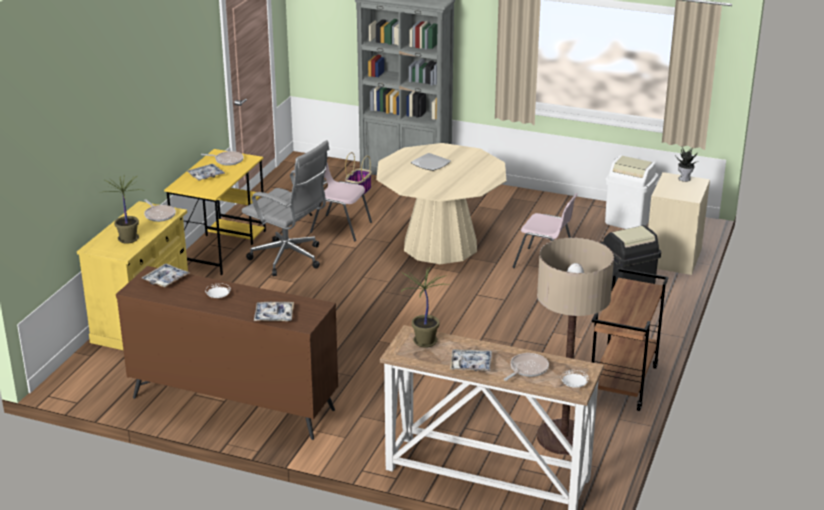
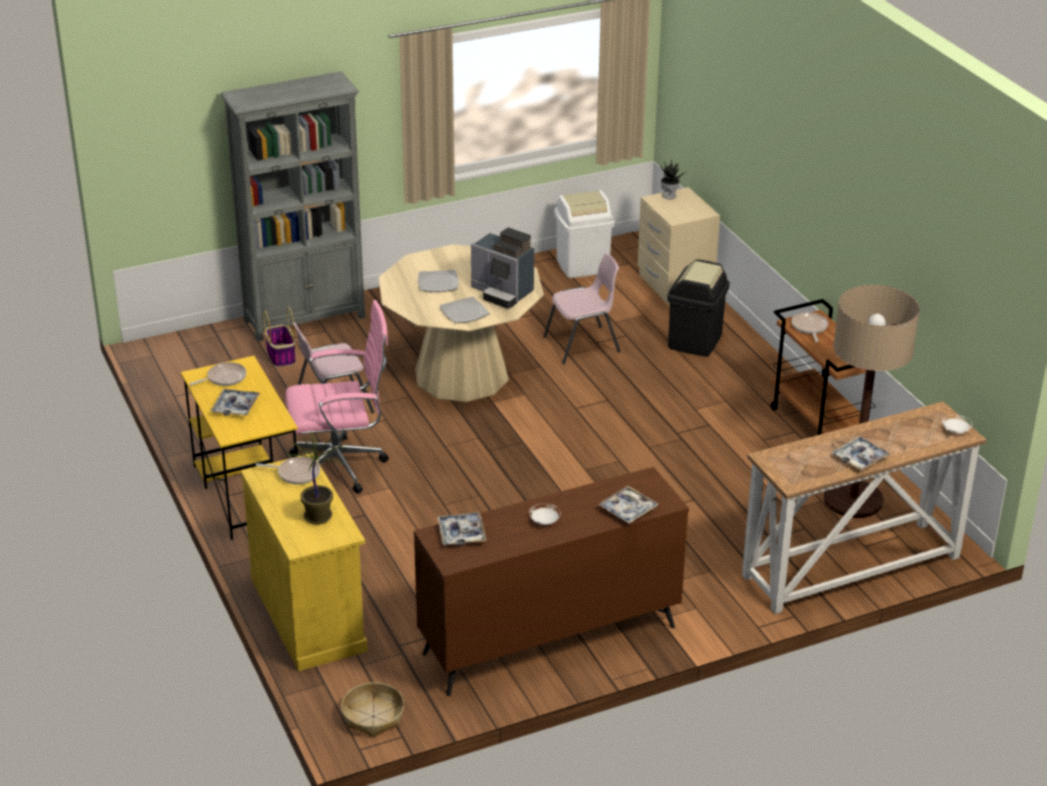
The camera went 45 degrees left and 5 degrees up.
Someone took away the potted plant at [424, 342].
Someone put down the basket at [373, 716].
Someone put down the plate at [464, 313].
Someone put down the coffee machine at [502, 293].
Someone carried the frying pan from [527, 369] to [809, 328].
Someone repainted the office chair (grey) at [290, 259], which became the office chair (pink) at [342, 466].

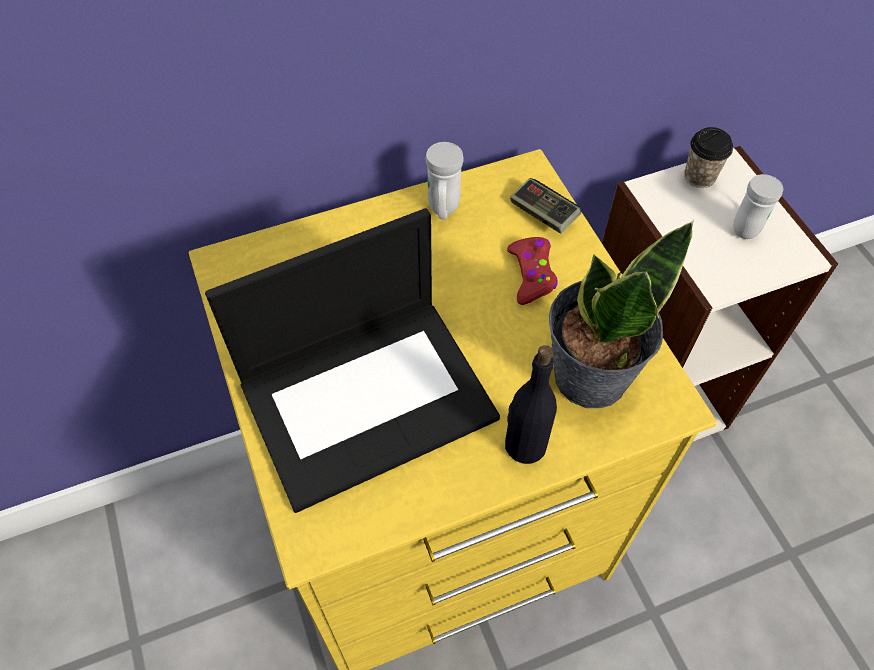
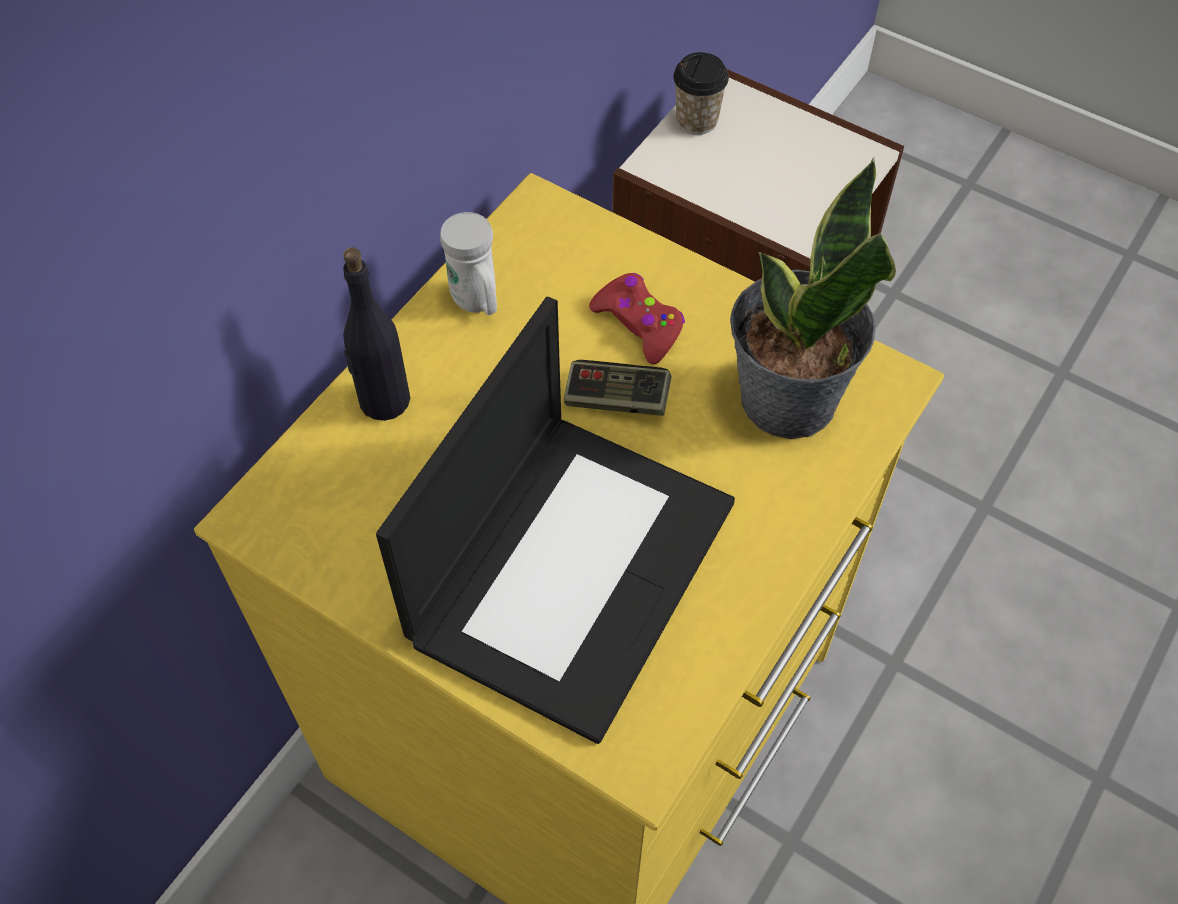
The camera went 35 degrees left and 0 degrees up.
Someone took away the mug (white) at [746, 225].
Someone carried the bottle (black) from [524, 445] to [383, 400].
Someone carried the game controller from [543, 214] to [617, 399].

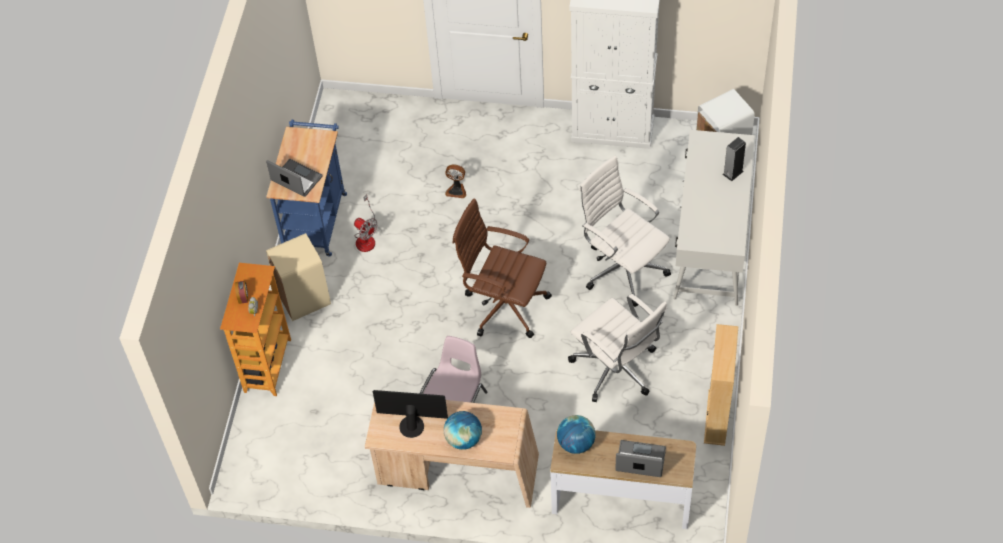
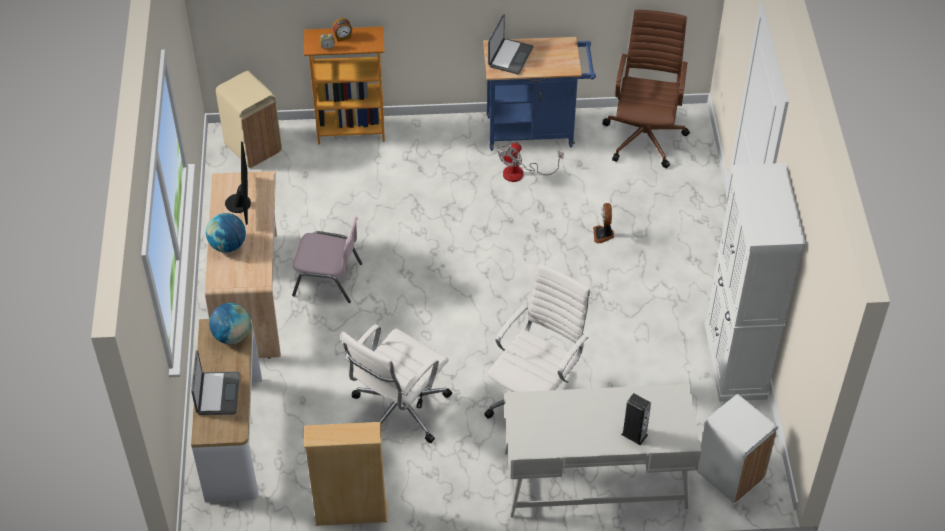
The camera went 75 degrees right and 5 degrees down.
Someone carried the trash can (beige) from [305, 300] to [253, 148].
Someone carried the office chair (brown) from [504, 305] to [645, 136].

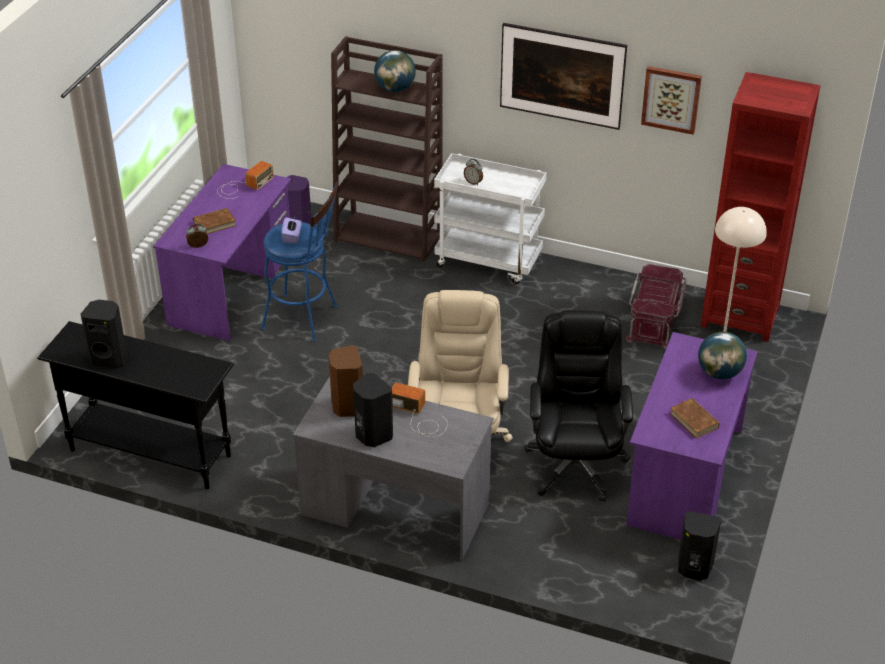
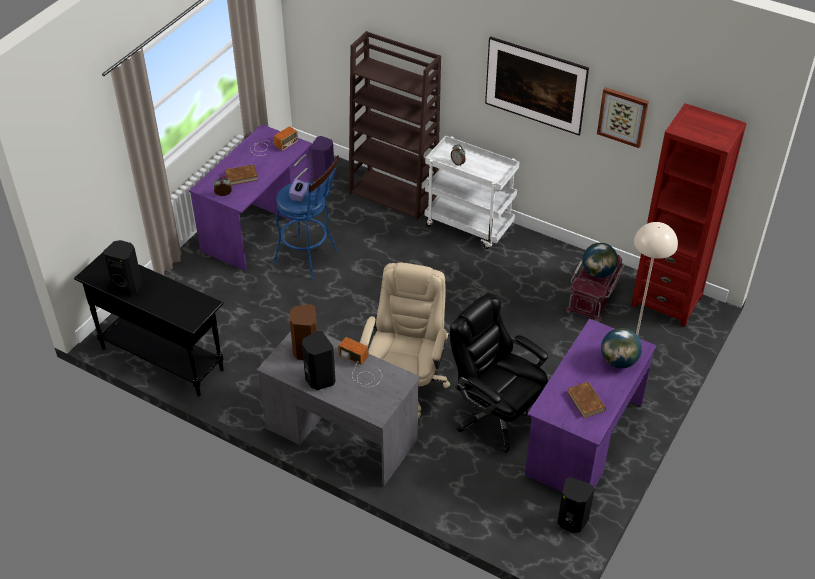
The camera went 10 degrees right and 5 degrees up.
Someone carried the globe from [395, 89] to [597, 272].
Someone rotated the office chair (black) at [575, 464] by 60 degrees counterclockwise.

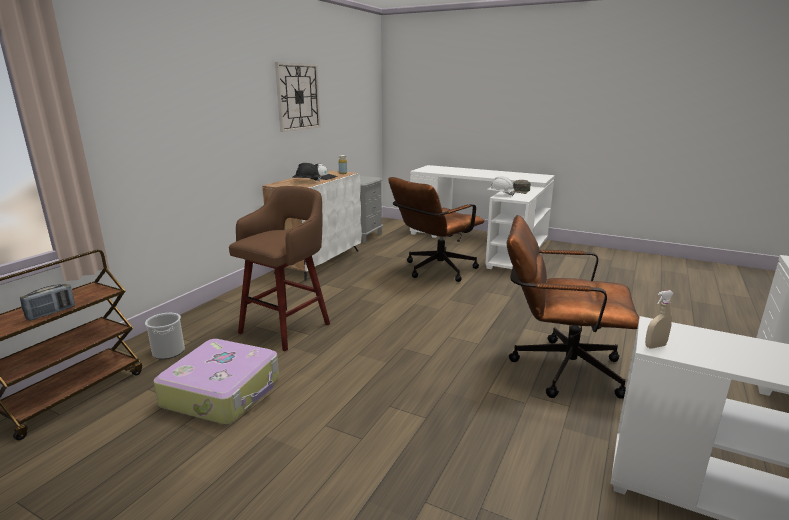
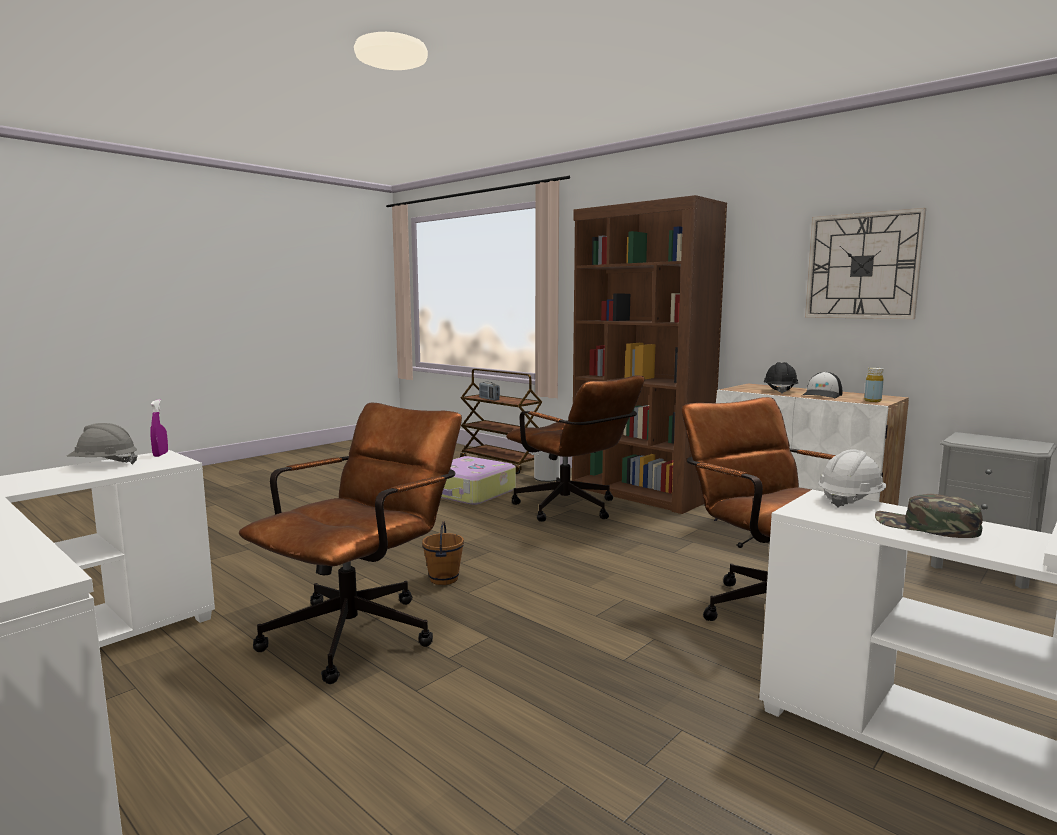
The camera went 105 degrees right and 10 degrees down.
Someone put down the hard hat (grey) at [104, 464].
Someone put down the bucket (brown) at [444, 579].
Someone put down the bookcase (brown) at [639, 493].
Someone swapped the stool (brown) at [287, 327] for the office chair (brown) at [572, 510].
Someone repainted the spray bottle (beige) at [655, 346], which became the spray bottle (purple) at [160, 454].

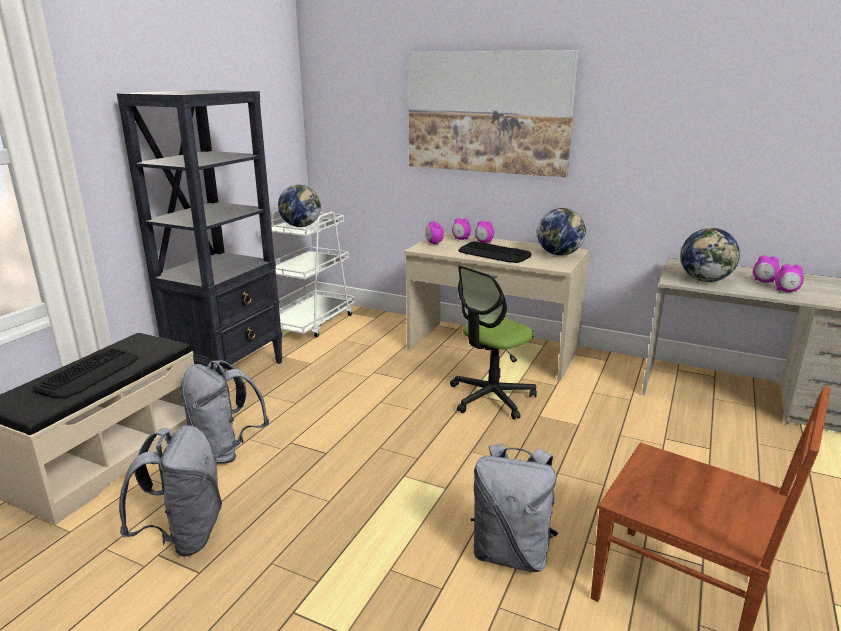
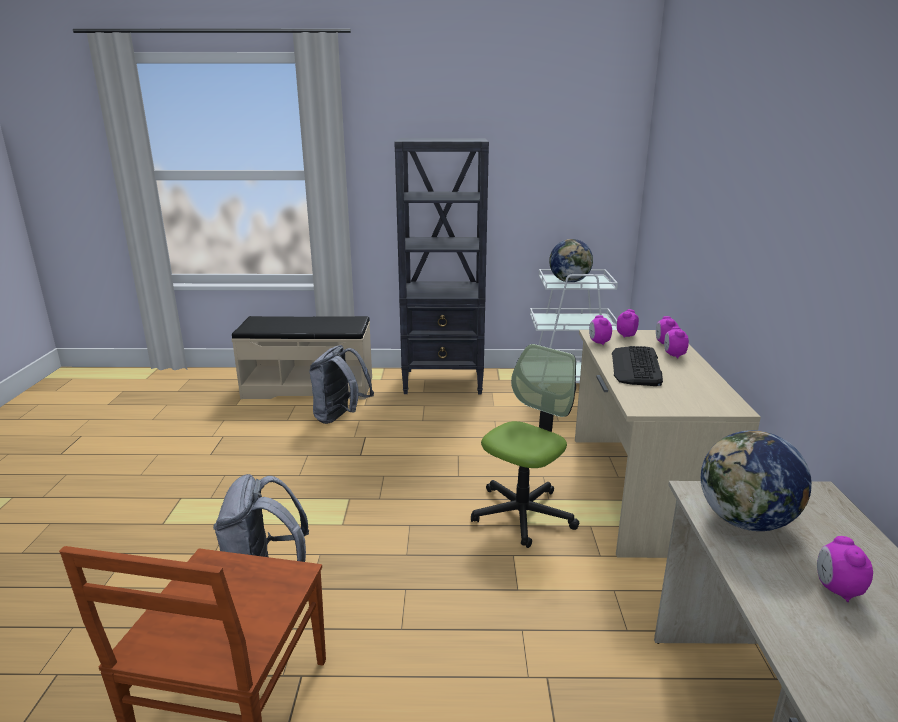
The camera went 65 degrees right and 0 degrees up.
Someone took away the keyboard at [89, 374].
Someone took away the backpack (grey) at [184, 535].
Someone took away the picture at [487, 112].
Someone took away the globe at [559, 254].
Someone carried the alarm clock from [786, 291] to [598, 342].
Someone rotated the office chair at [491, 397] by 105 degrees clockwise.

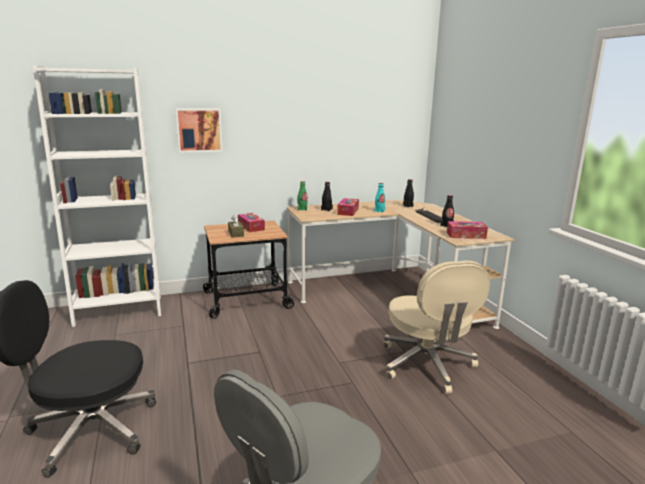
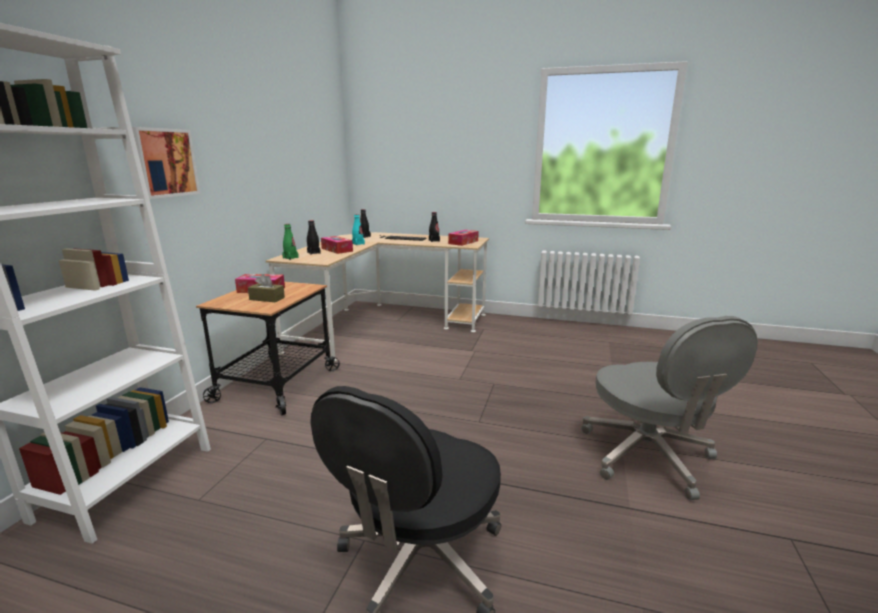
The camera went 55 degrees left and 0 degrees up.
Someone took away the office chair (beige) at [427, 365].

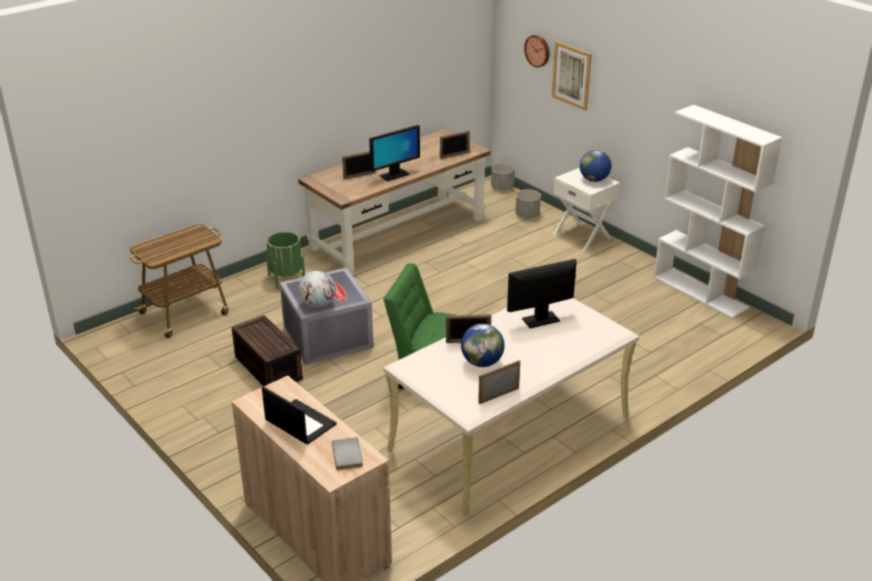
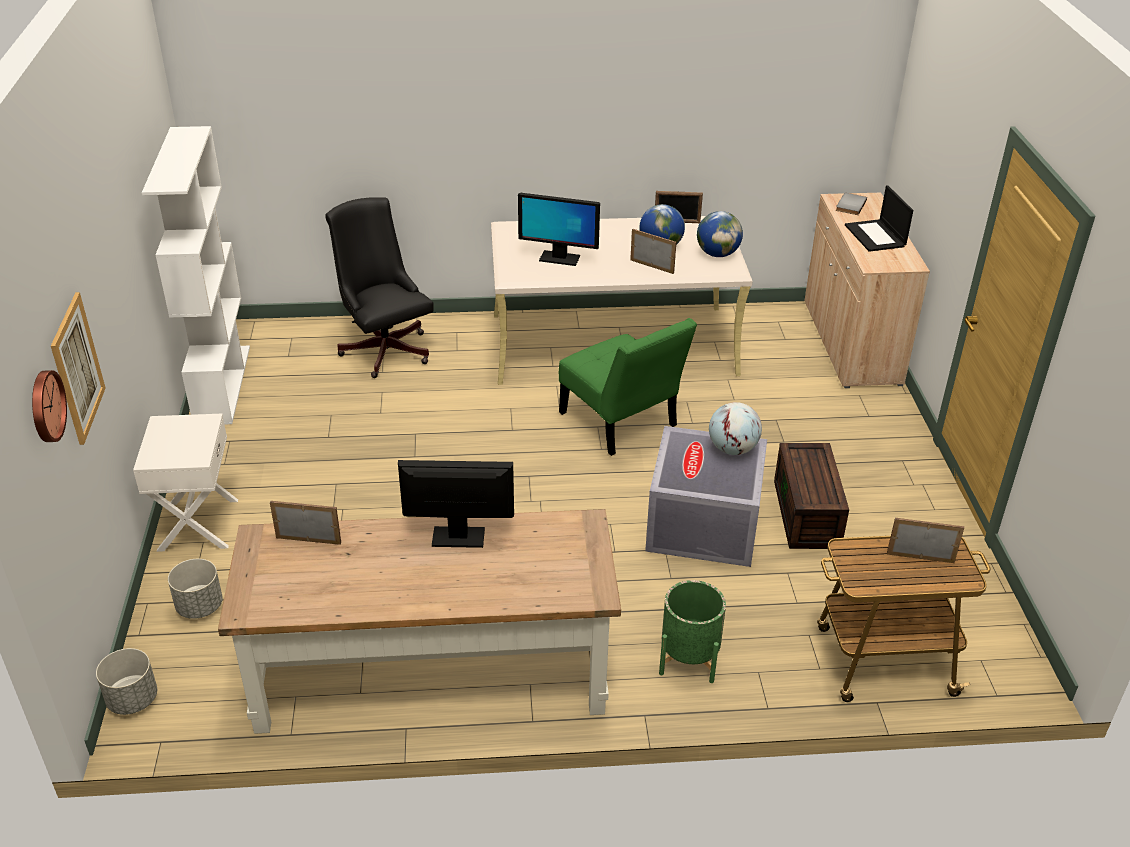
The camera went 145 degrees left and 5 degrees up.
Someone put down the office chair (black) at [384, 348].
Someone carried the picture frame from [359, 176] to [920, 557].
Someone carried the globe from [594, 180] to [717, 254].

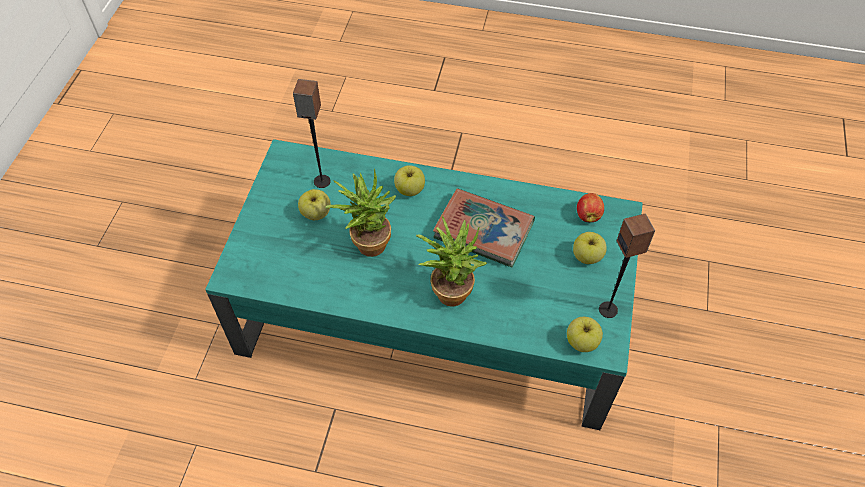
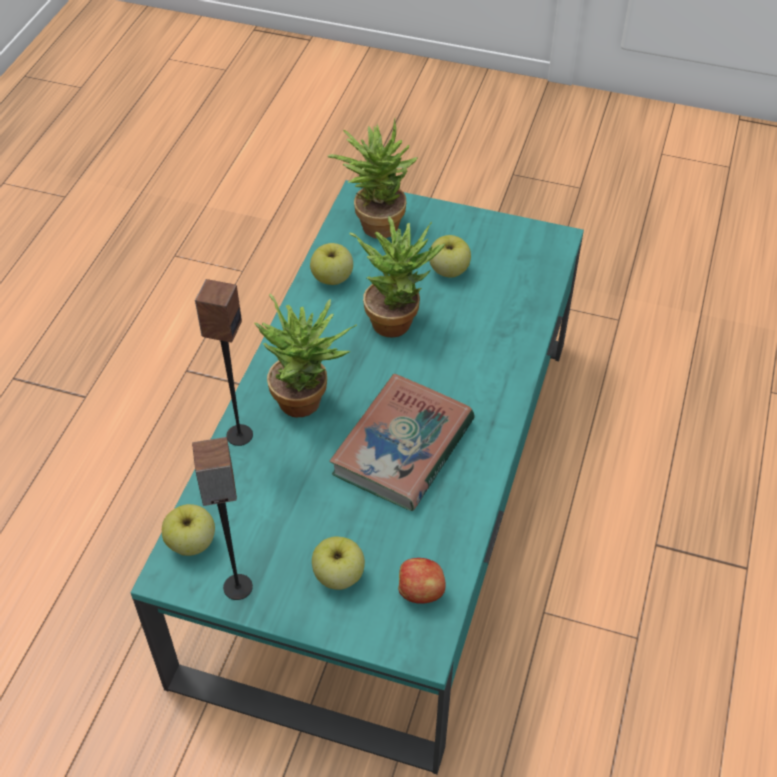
The camera went 95 degrees right and 5 degrees down.
Someone put down the potted plant at [375, 222].
Someone carried the speaker from [322, 181] to [239, 435].
Someone carried the apple from [410, 189] to [332, 278].

